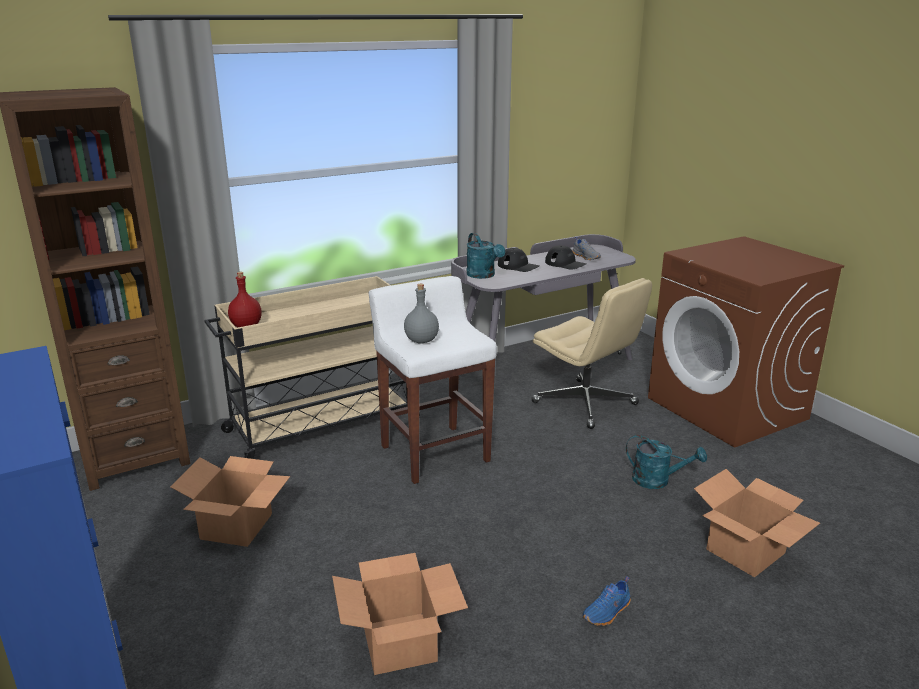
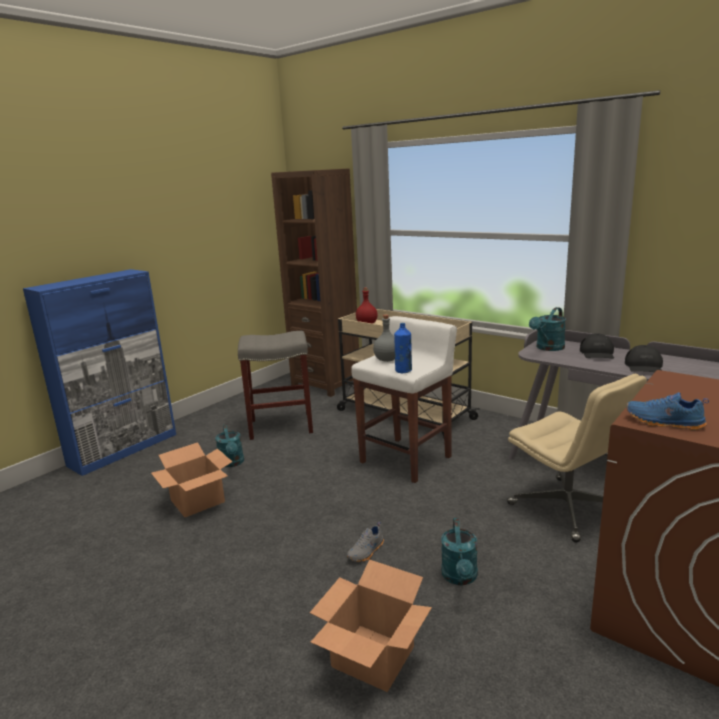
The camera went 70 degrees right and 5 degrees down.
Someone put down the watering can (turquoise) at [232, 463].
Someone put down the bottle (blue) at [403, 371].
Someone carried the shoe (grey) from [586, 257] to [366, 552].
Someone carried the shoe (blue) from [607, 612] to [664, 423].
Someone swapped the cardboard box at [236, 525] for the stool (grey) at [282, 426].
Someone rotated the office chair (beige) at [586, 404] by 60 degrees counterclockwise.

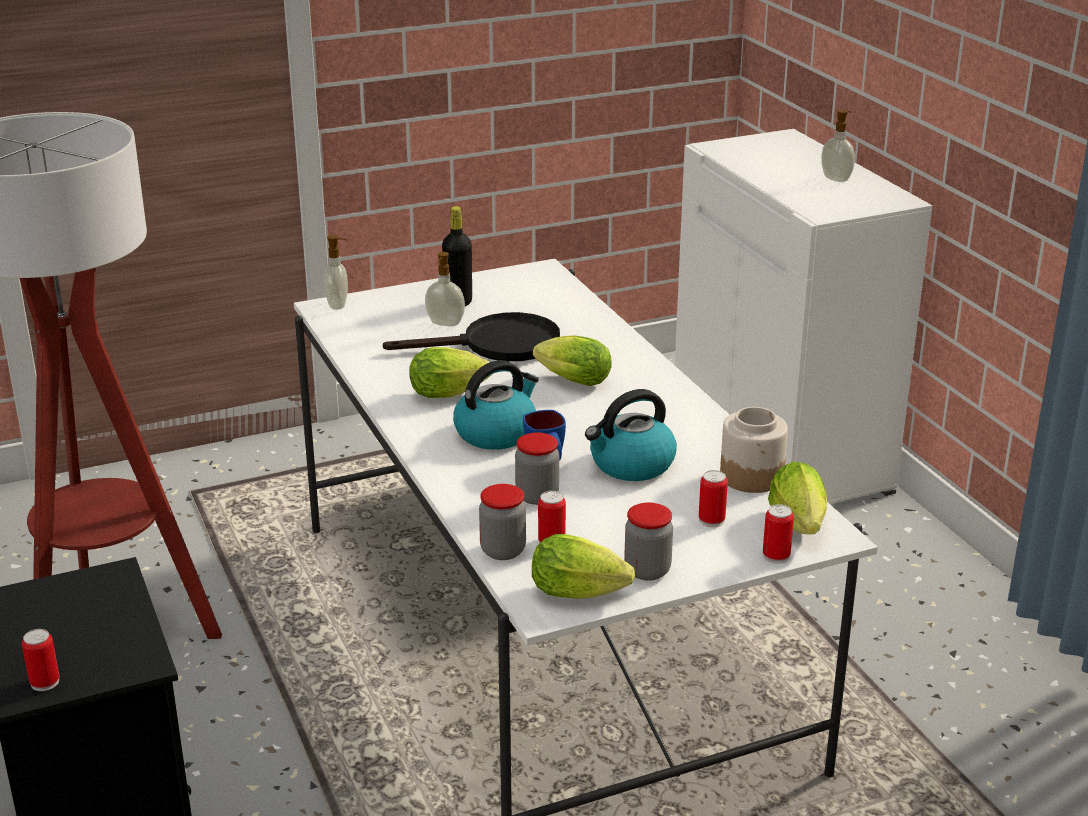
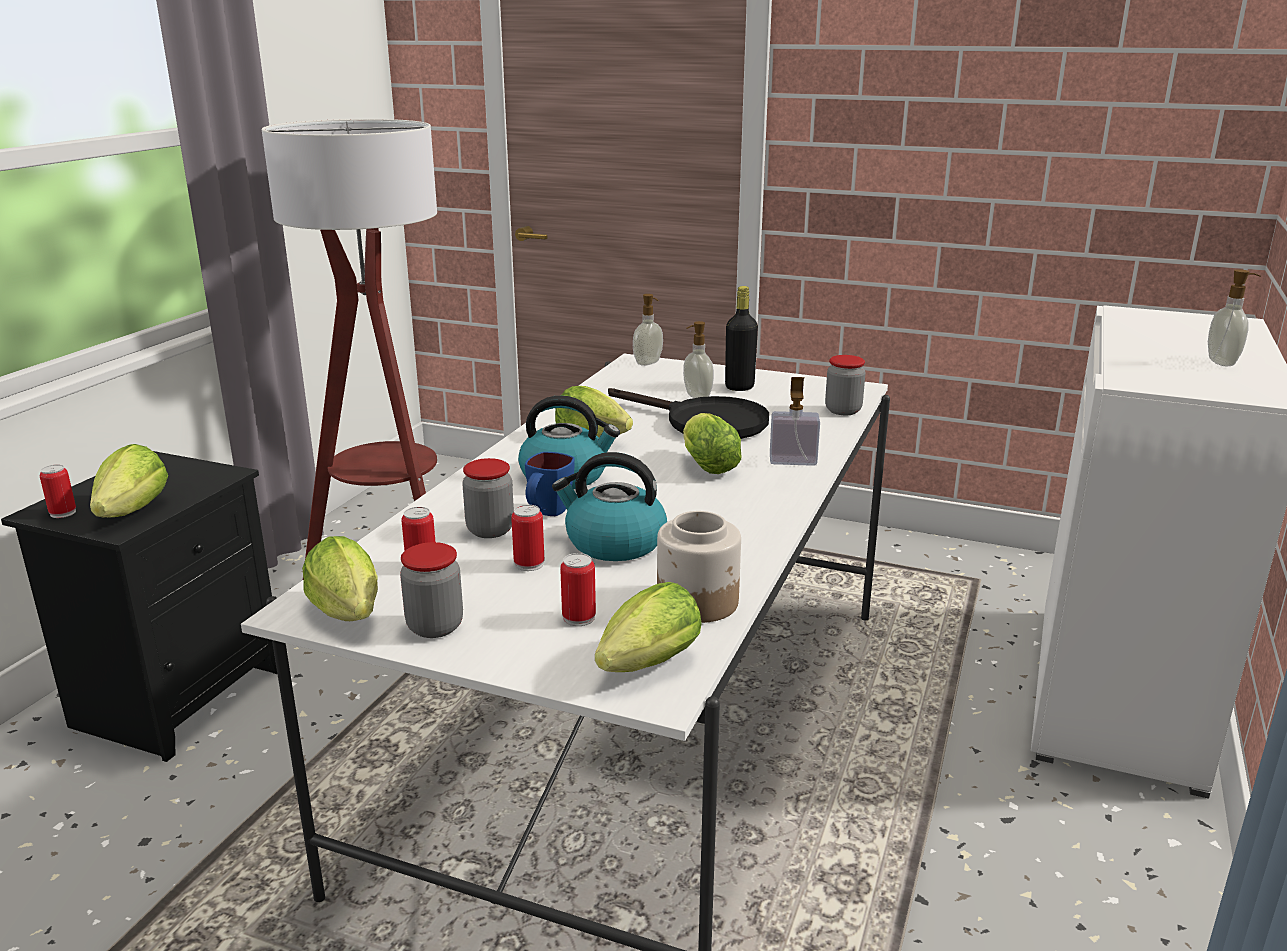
The camera went 45 degrees right and 5 degrees down.
Someone put down the lettuce at [132, 511].
Someone put down the soap dispenser at [793, 461].
Someone carried the jar from [503, 550] to [843, 410].
Someone carried the can from [776, 556] to [529, 564].

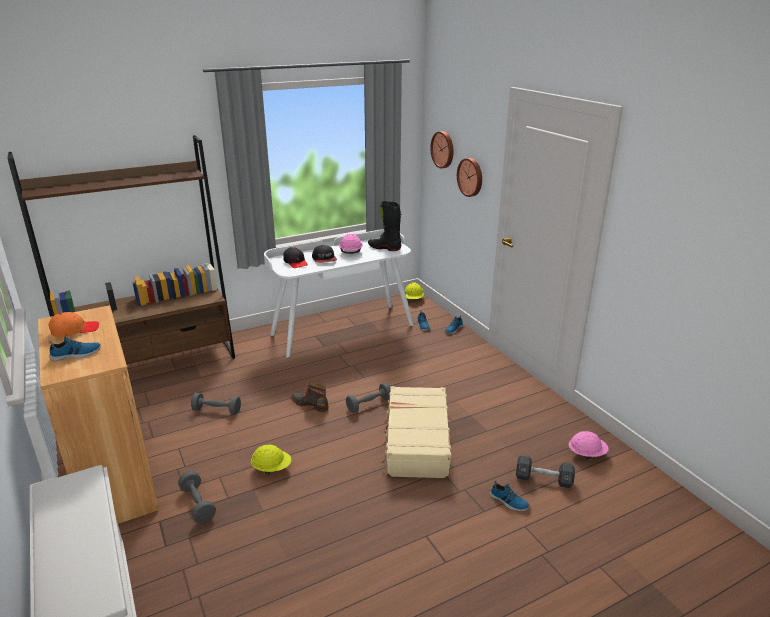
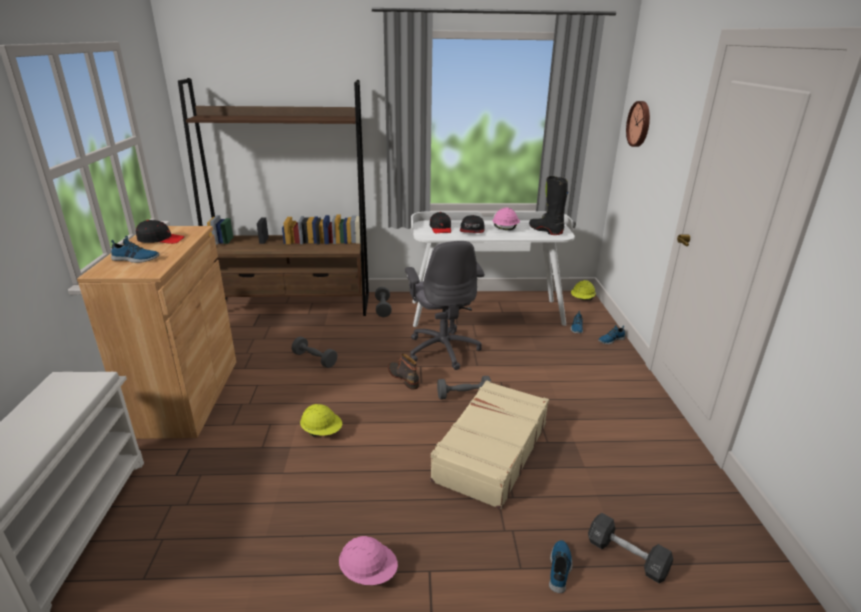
The camera went 25 degrees right and 0 degrees up.
Someone took away the wall clock at [471, 177].
Someone put down the office chair (grey) at [443, 349].
Someone carried the dumbbell (grey) from [198, 504] to [383, 308].
Someone carried the hard hat (pink) from [586, 454] to [369, 572].
Someone repainted the cap (orange) at [75, 330], which became the cap (black) at [161, 239].
Someone rotated the shoe at [508, 502] by 135 degrees counterclockwise.

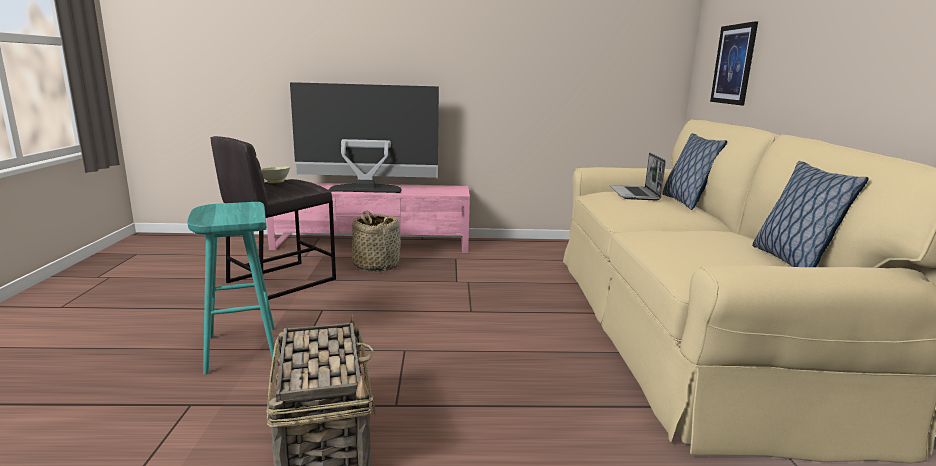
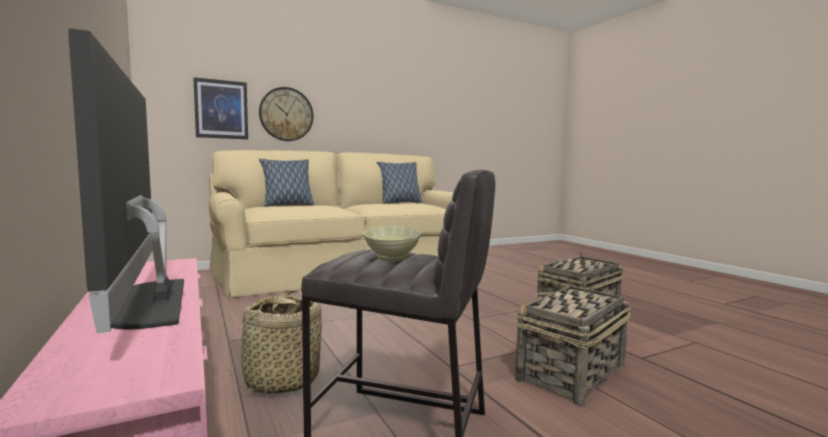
The camera went 115 degrees left and 10 degrees down.
Someone took away the laptop at [635, 194].
Someone put up the wall clock at [286, 114].
Someone swapped the stool (turquoise) at [240, 349] for the basket at [570, 373].

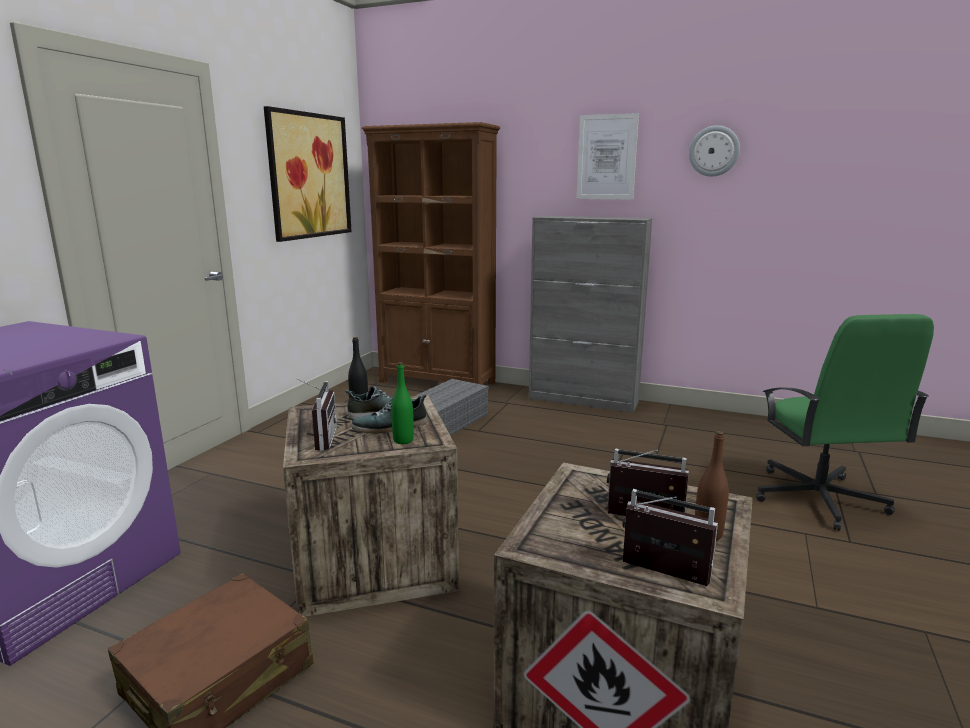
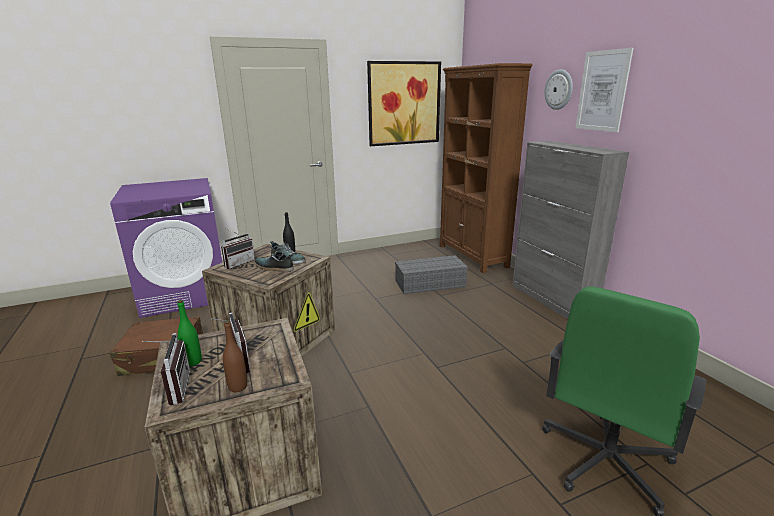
The camera went 45 degrees right and 5 degrees up.
Someone carried the bottle (green) from [403, 440] to [193, 361].
Someone carried the wall clock from [714, 151] to [559, 89].

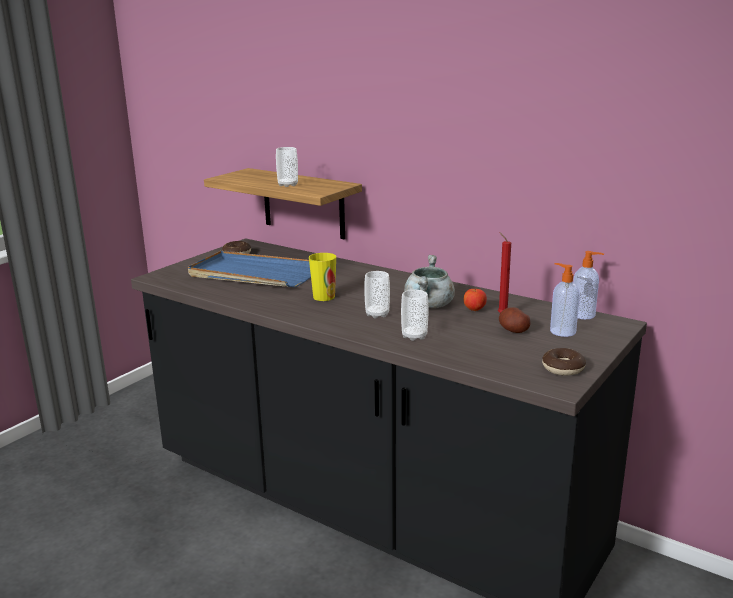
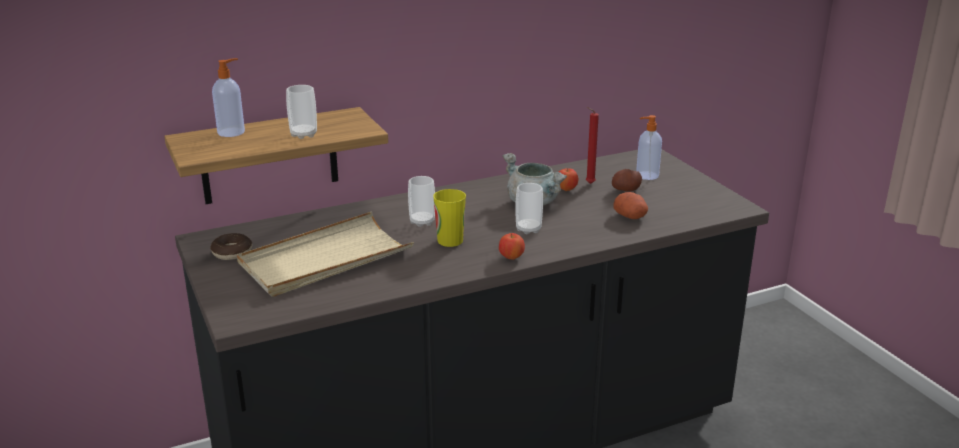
The camera went 60 degrees left and 5 degrees up.
Someone took away the donut at [563, 368].
Someone put down the apple at [511, 258].
Someone put down the potato at [631, 216].
Someone carried the cup from [414, 336] to [422, 222].
Someone carried the soap dispenser from [583, 315] to [232, 132].
Someone repainted the tray (blue) at [253, 274], which became the tray (beige) at [325, 260].

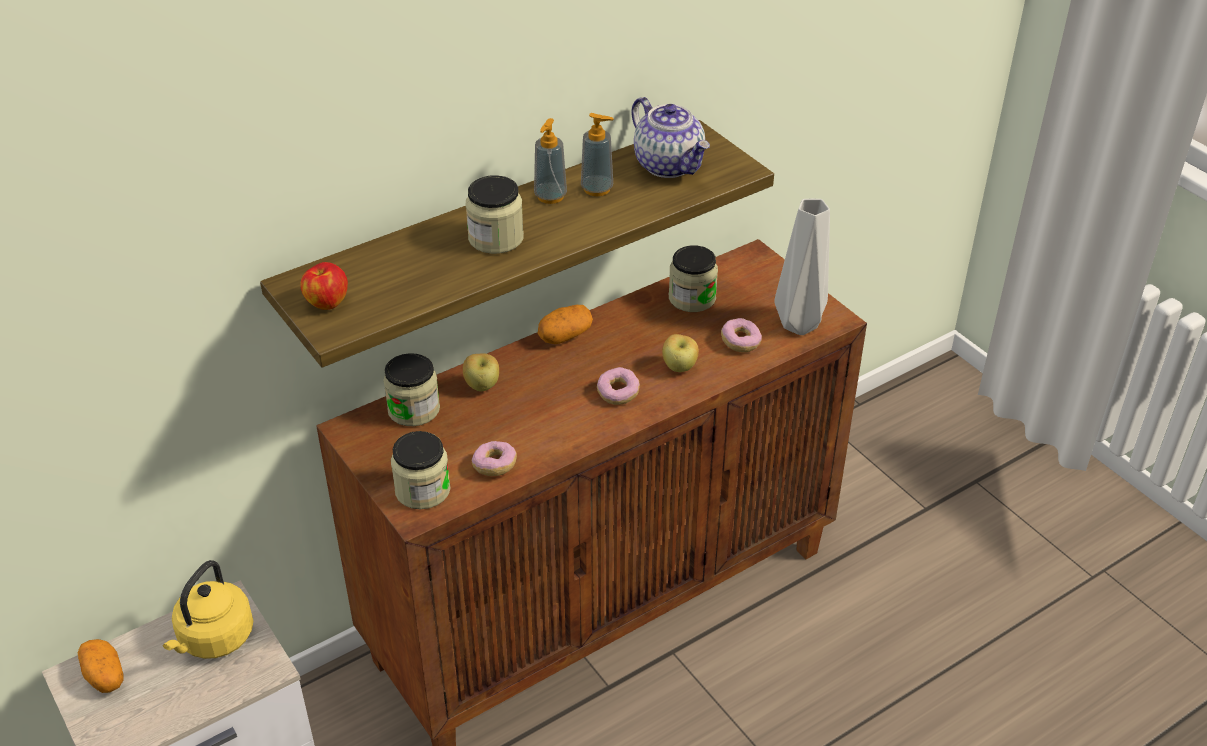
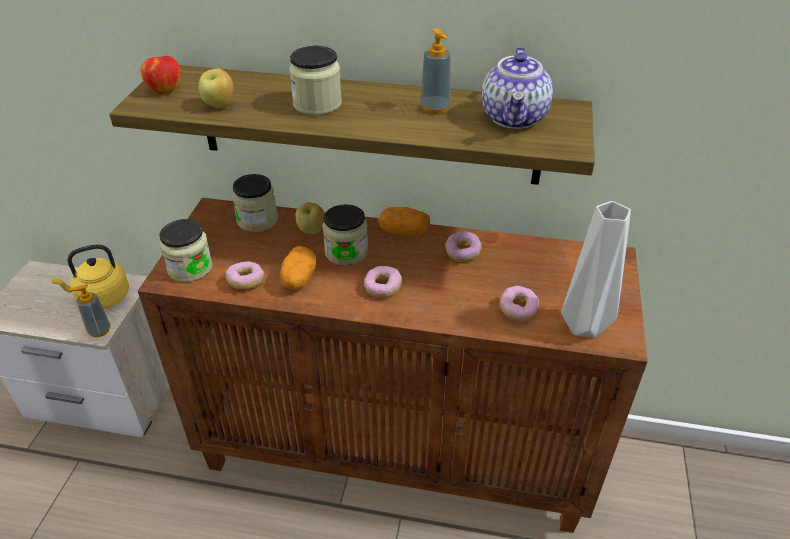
The camera went 45 degrees right and 0 degrees up.
Someone put down the donut at [462, 253].
Someone carried the potato from [104, 676] to [299, 278].
Someone carried the soap dispenser from [550, 196] to [99, 330].
Someone carried the apple from [679, 368] to [220, 105].
Someone carried the jar from [692, 298] to [346, 252].

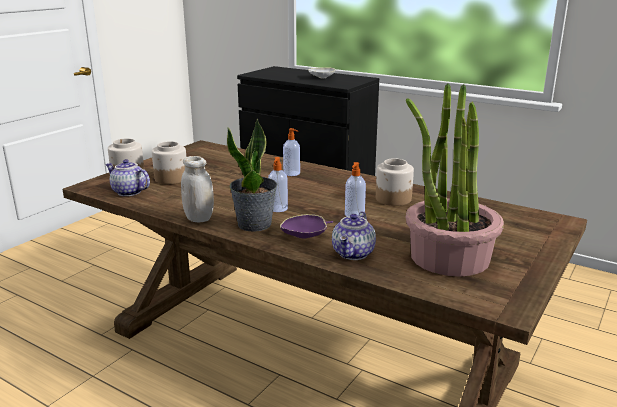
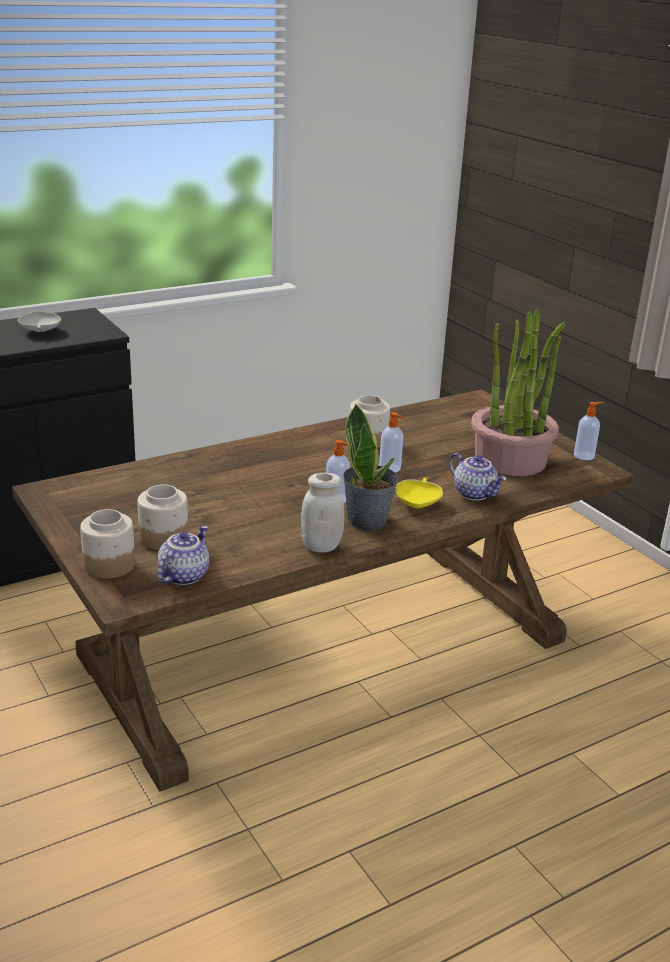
The camera went 65 degrees left and 5 degrees up.
Someone carried the soap dispenser from [292, 173] to [584, 456].
Someone repainted the bowl (purple) at [306, 235], which became the bowl (yellow) at [417, 503].
Someone rotated the teapot at [128, 192] by 150 degrees clockwise.

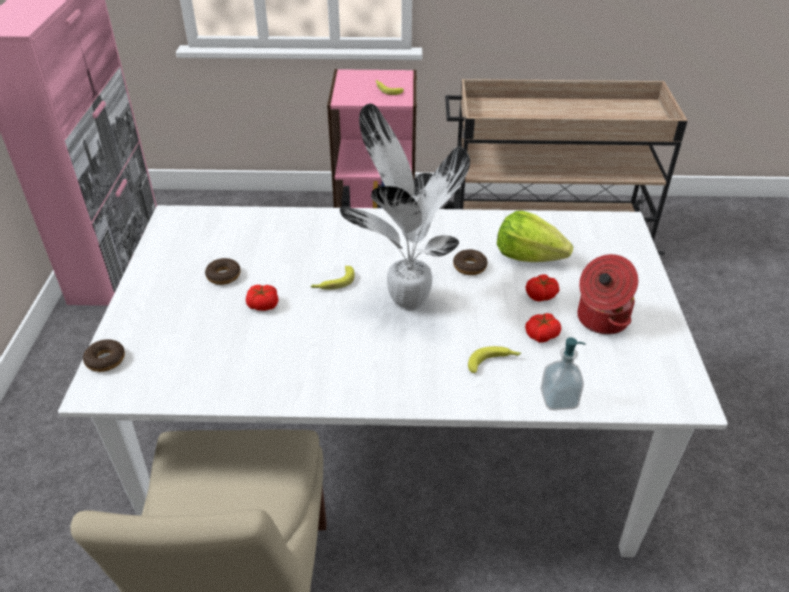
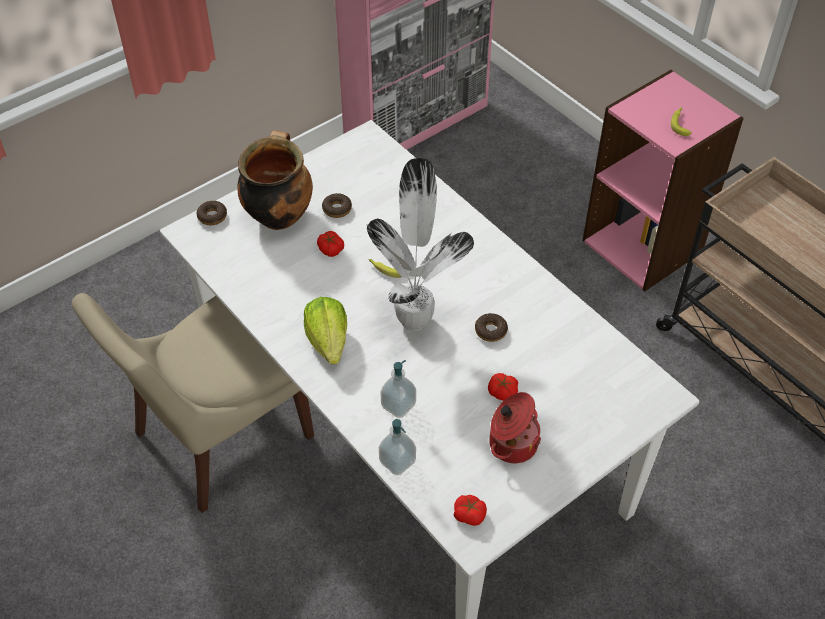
The camera went 50 degrees right and 10 degrees up.
Someone put down the cooking pot at [278, 215].
Someone carried the lettuce from [528, 256] to [328, 342].
Someone carried the tomato from [541, 334] to [469, 514].
Someone swapped the banana at [493, 362] for the soap dispenser at [398, 405].

